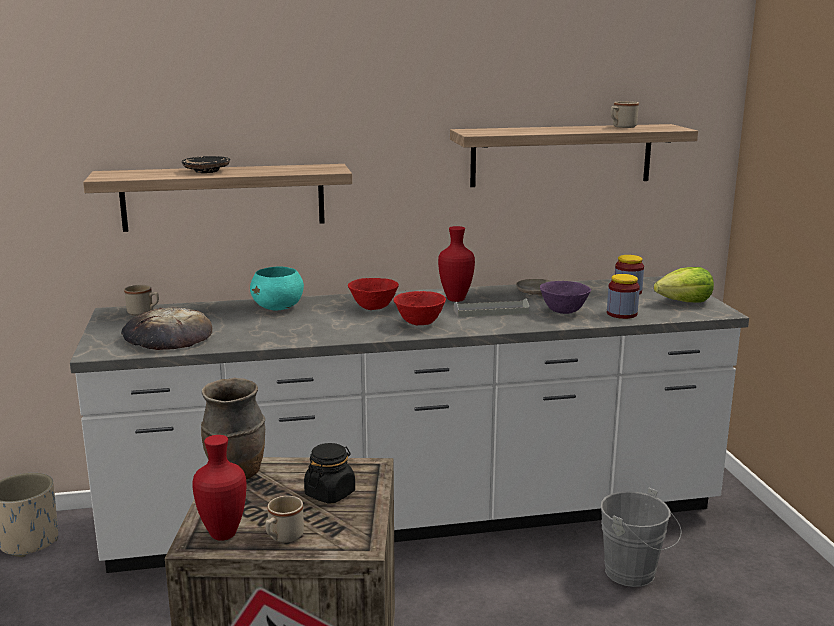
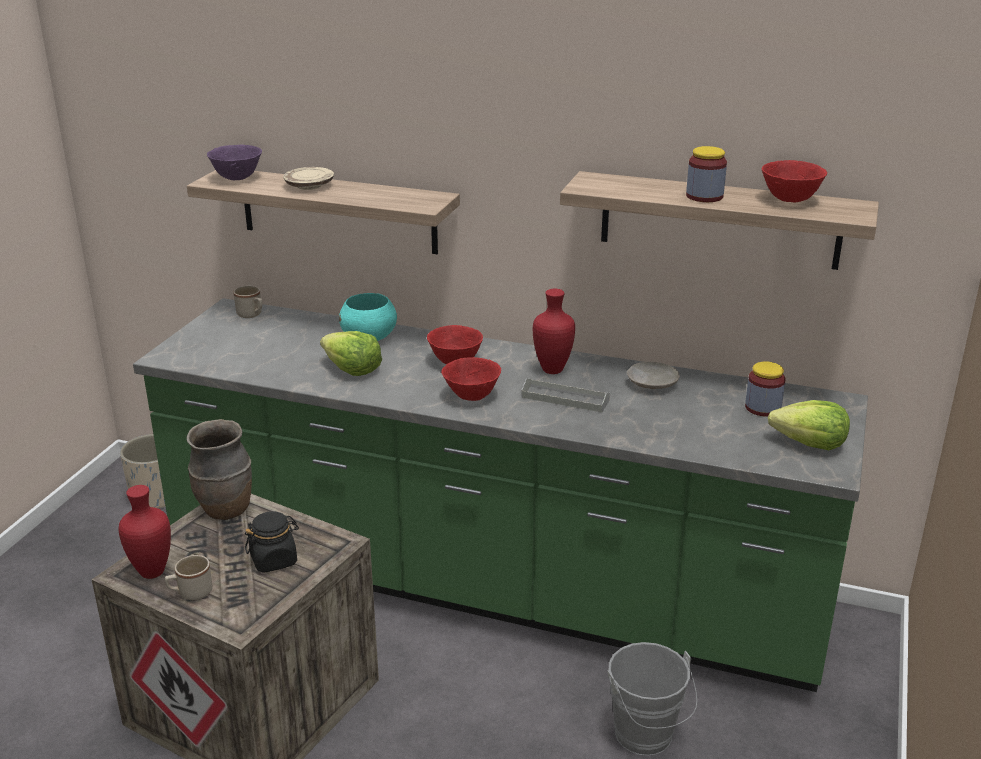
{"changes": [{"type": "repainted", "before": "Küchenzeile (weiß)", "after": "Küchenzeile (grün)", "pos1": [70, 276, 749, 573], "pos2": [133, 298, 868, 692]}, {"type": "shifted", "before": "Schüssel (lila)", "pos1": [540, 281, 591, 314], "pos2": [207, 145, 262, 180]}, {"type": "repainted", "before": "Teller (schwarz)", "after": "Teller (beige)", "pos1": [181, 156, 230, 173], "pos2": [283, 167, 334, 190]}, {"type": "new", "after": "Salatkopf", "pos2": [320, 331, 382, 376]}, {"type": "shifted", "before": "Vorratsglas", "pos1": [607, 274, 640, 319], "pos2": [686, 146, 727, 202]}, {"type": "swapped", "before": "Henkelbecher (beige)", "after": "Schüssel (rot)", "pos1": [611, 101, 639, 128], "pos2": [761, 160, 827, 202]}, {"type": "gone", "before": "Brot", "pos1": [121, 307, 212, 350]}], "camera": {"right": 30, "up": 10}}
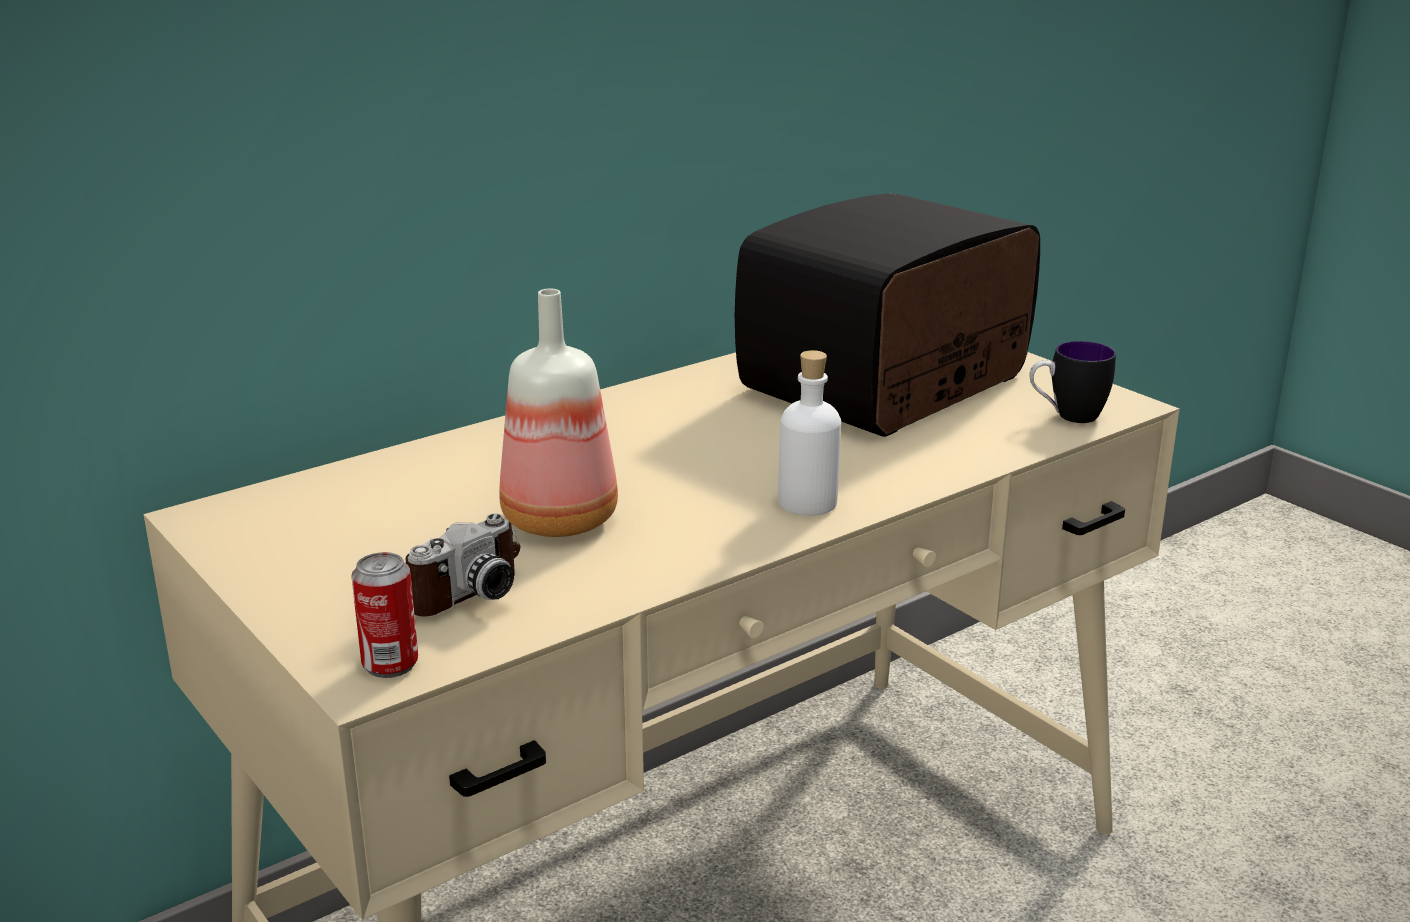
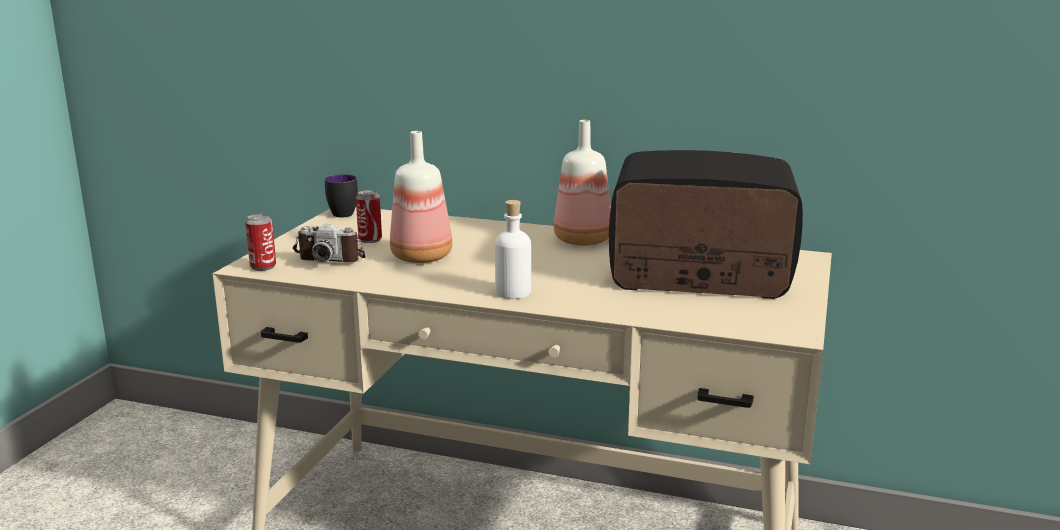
{"changes": [{"type": "shifted", "before": "Henkelbecher", "pos1": [1029, 341, 1116, 423], "pos2": [325, 175, 358, 218]}, {"type": "new", "after": "Dose", "pos2": [356, 190, 382, 243]}, {"type": "new", "after": "Flasche", "pos2": [554, 120, 611, 246]}], "camera": {"right": 55, "up": -5}}
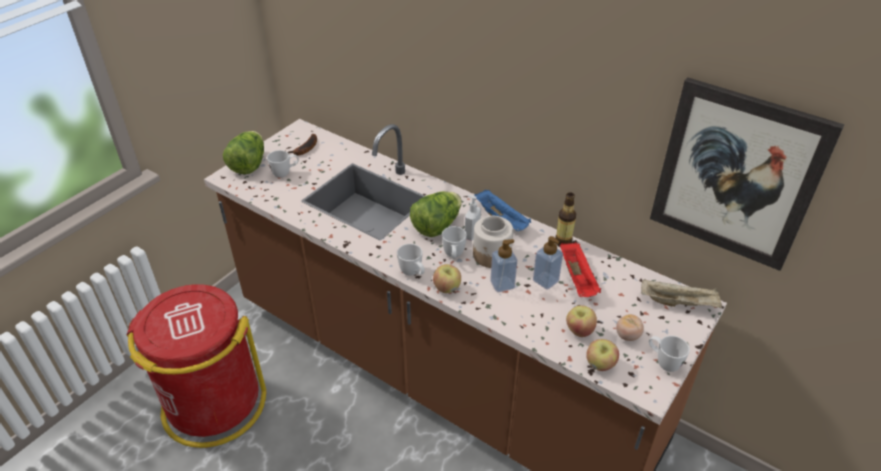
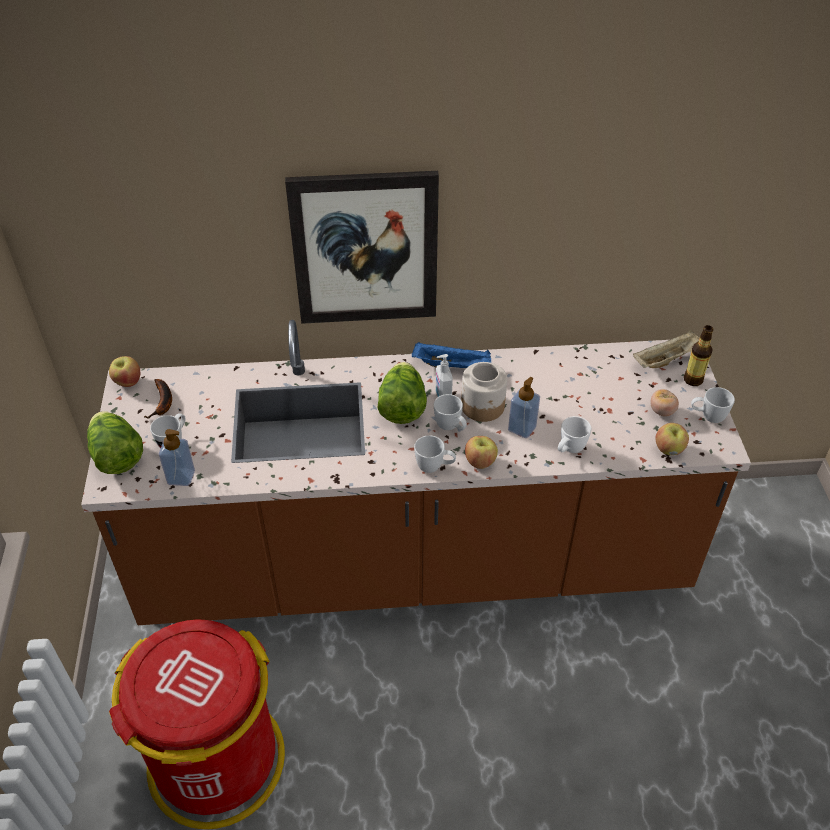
{"changes": [{"type": "shifted", "before": "Apfel", "pos1": [566, 305, 597, 337], "pos2": [109, 356, 140, 387]}, {"type": "shifted", "before": "Seifenspender", "pos1": [533, 236, 563, 290], "pos2": [159, 429, 195, 486]}, {"type": "shifted", "before": "Bild", "pos1": [650, 77, 845, 271], "pos2": [285, 171, 439, 324]}, {"type": "new", "after": "Henkelbecher (weiß)", "pos2": [558, 416, 591, 453]}, {"type": "shifted", "before": "Flasche", "pos1": [555, 192, 576, 247], "pos2": [684, 325, 713, 386]}, {"type": "gone", "before": "Tablett (rot)", "pos1": [560, 242, 601, 297]}], "camera": {"right": -40, "up": 5}}
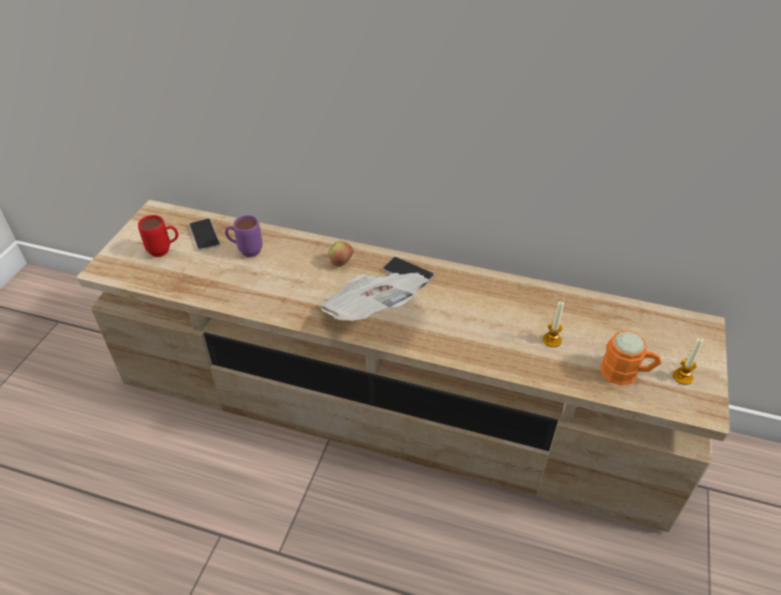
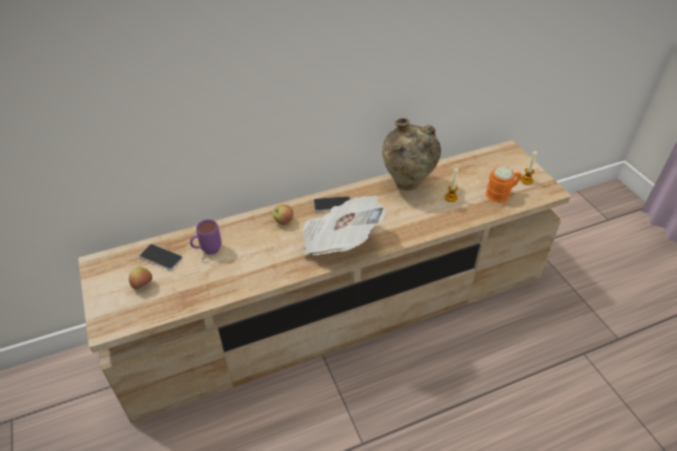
{"changes": [{"type": "swapped", "before": "Henkelbecher (rot)", "after": "Apfel", "pos1": [138, 215, 178, 257], "pos2": [129, 267, 152, 289]}, {"type": "new", "after": "Vase (beige)", "pos2": [382, 118, 441, 191]}], "camera": {"right": -40, "up": 0}}
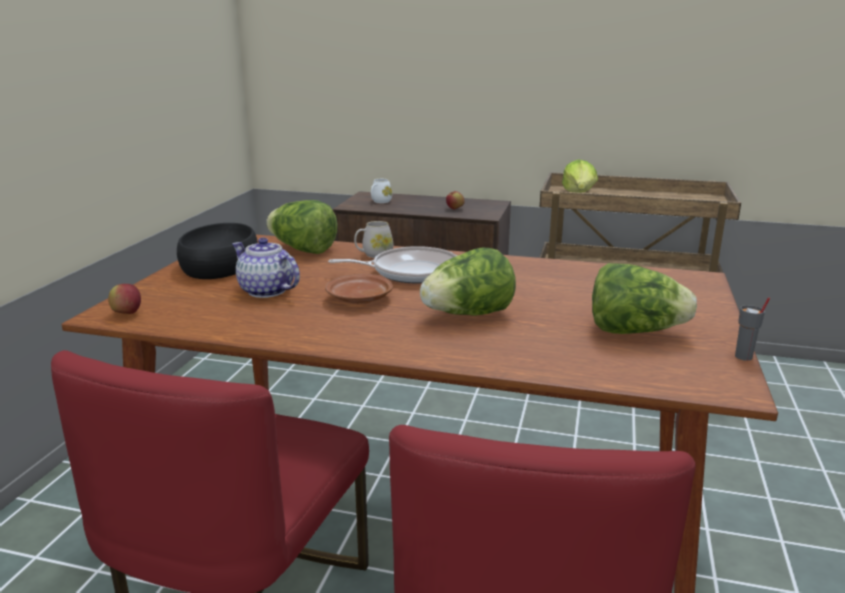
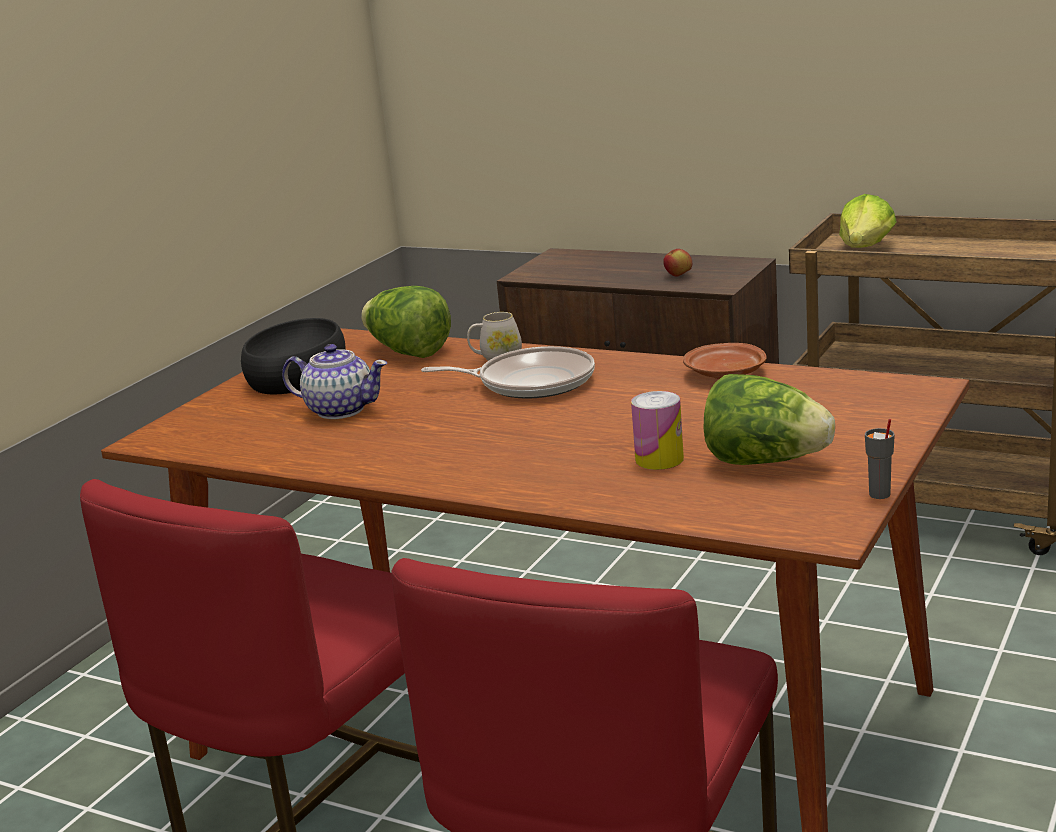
{"changes": [{"type": "rotated", "before": "Teekanne", "pos1": [232, 238, 300, 298], "pos2": [282, 344, 387, 419], "turn": 150}, {"type": "new", "after": "Dose", "pos2": [631, 391, 684, 470]}, {"type": "shifted", "before": "Teller (braun)", "pos1": [325, 274, 393, 304], "pos2": [683, 343, 767, 379]}, {"type": "gone", "before": "Apfel", "pos1": [108, 284, 141, 314]}, {"type": "gone", "before": "Henkelbecher (weiß)", "pos1": [371, 178, 392, 203]}, {"type": "gone", "before": "Salatkopf", "pos1": [420, 248, 516, 316]}], "camera": {"right": 15, "up": 0}}
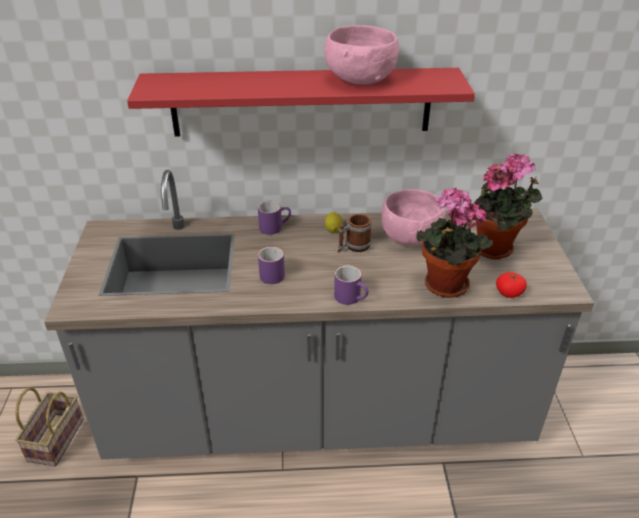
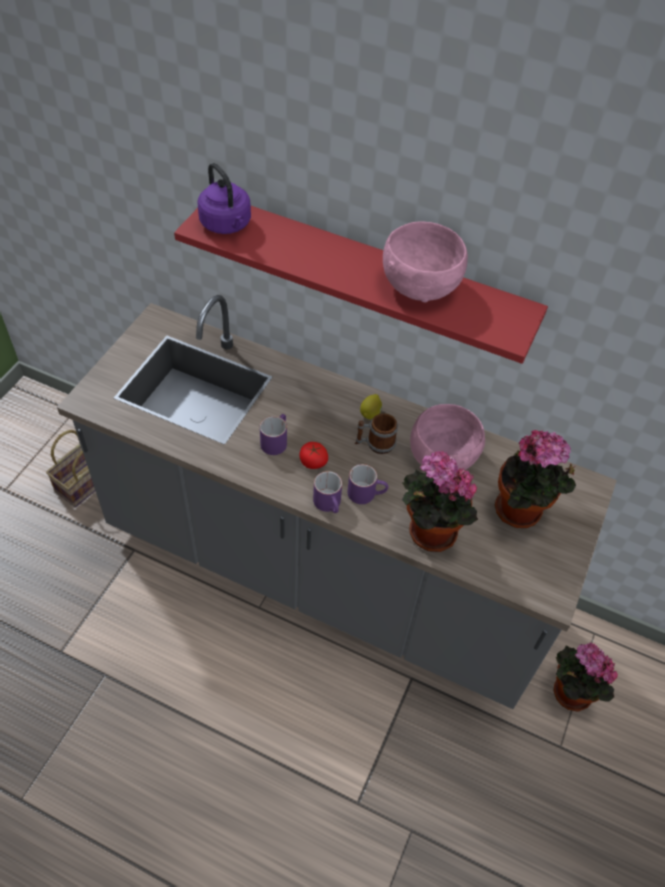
{"changes": [{"type": "new", "after": "Wasserkessel (lila)", "pos2": [197, 163, 251, 234]}, {"type": "shifted", "before": "Tomate", "pos1": [496, 272, 527, 298], "pos2": [299, 442, 328, 469]}, {"type": "shifted", "before": "Henkelbecher (lila)", "pos1": [258, 201, 291, 235], "pos2": [348, 464, 388, 504]}, {"type": "new", "after": "Topfpflanze", "pos2": [553, 642, 618, 712]}], "camera": {"right": 25, "up": 15}}
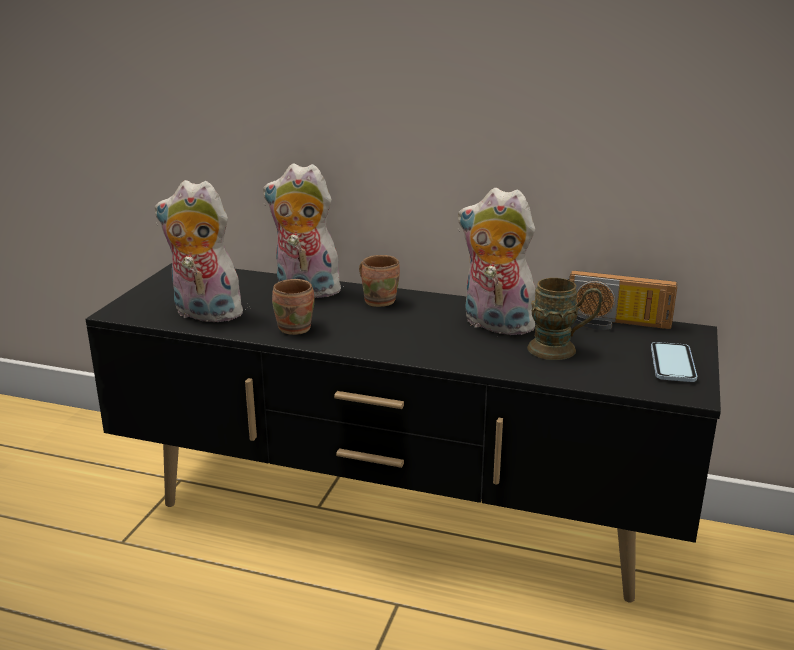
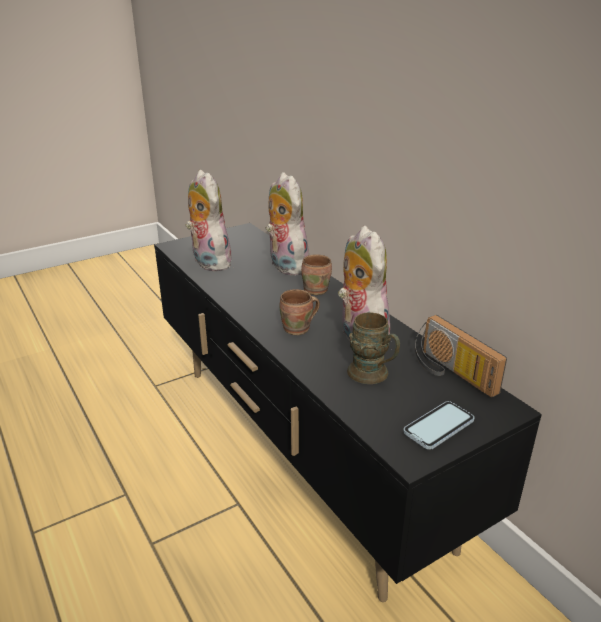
{"changes": [{"type": "shifted", "before": "Henkelbecher (braun)", "pos1": [272, 279, 315, 335], "pos2": [279, 289, 320, 335]}], "camera": {"right": 40, "up": 5}}
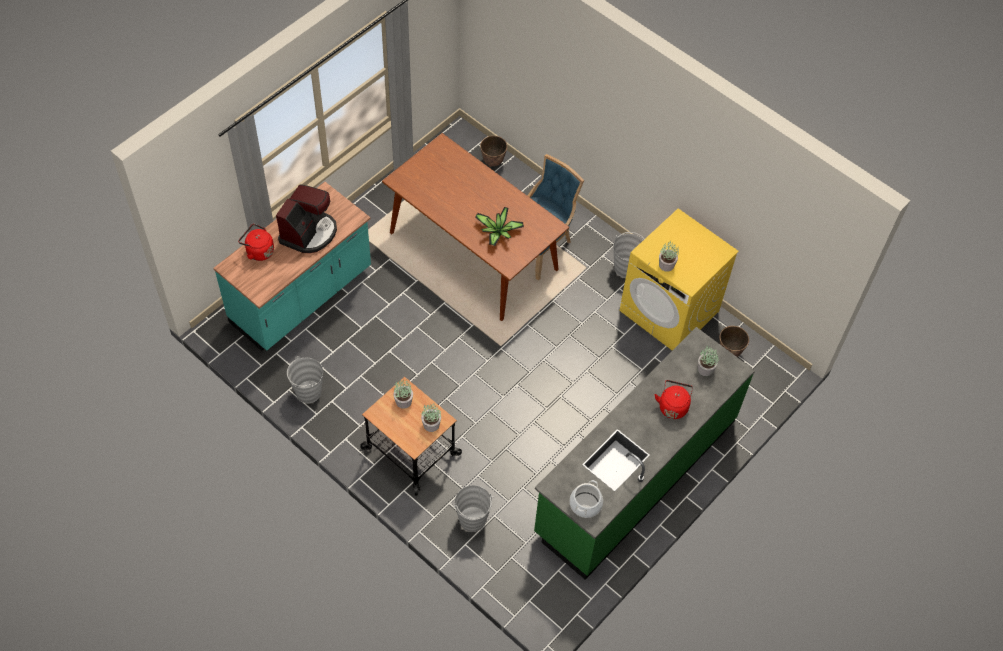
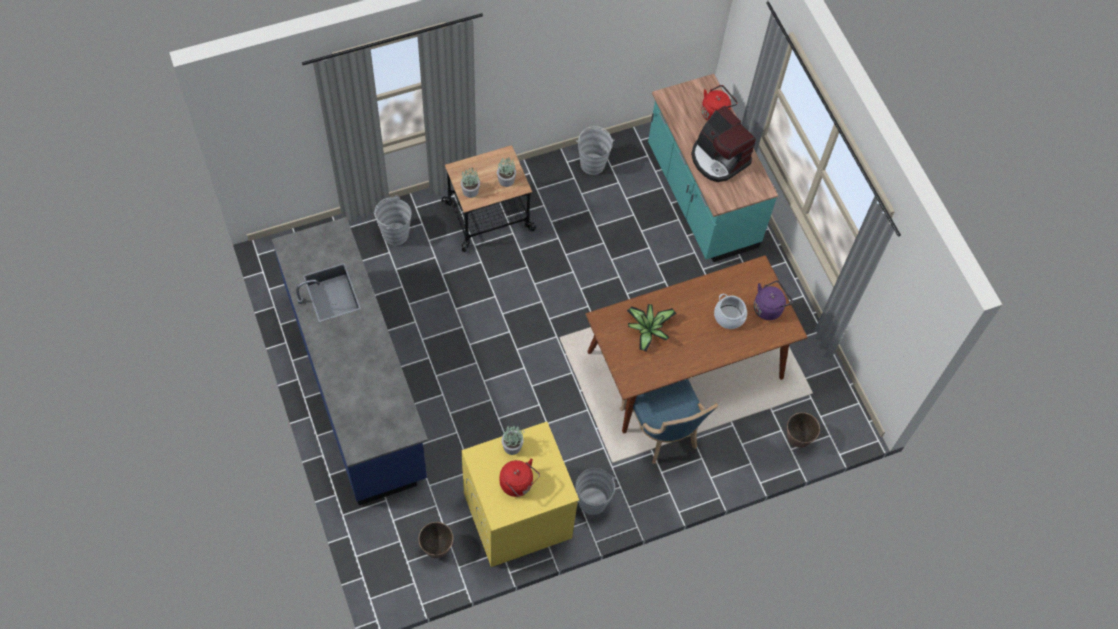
{"changes": [{"type": "repainted", "before": "Küchenzeile (grün)", "after": "Küchenzeile (blau)", "pos1": [534, 327, 755, 580], "pos2": [272, 217, 428, 505]}, {"type": "shifted", "before": "Wasserkessel (rot)", "pos1": [655, 380, 693, 419], "pos2": [500, 458, 540, 497]}, {"type": "shifted", "before": "Kochtopf", "pos1": [570, 480, 603, 518], "pos2": [714, 293, 747, 329]}, {"type": "new", "after": "Wasserkessel (lila)", "pos2": [754, 280, 793, 320]}, {"type": "gone", "before": "Topfpflanze", "pos1": [698, 346, 719, 376]}], "camera": {"right": 115, "up": 5}}
